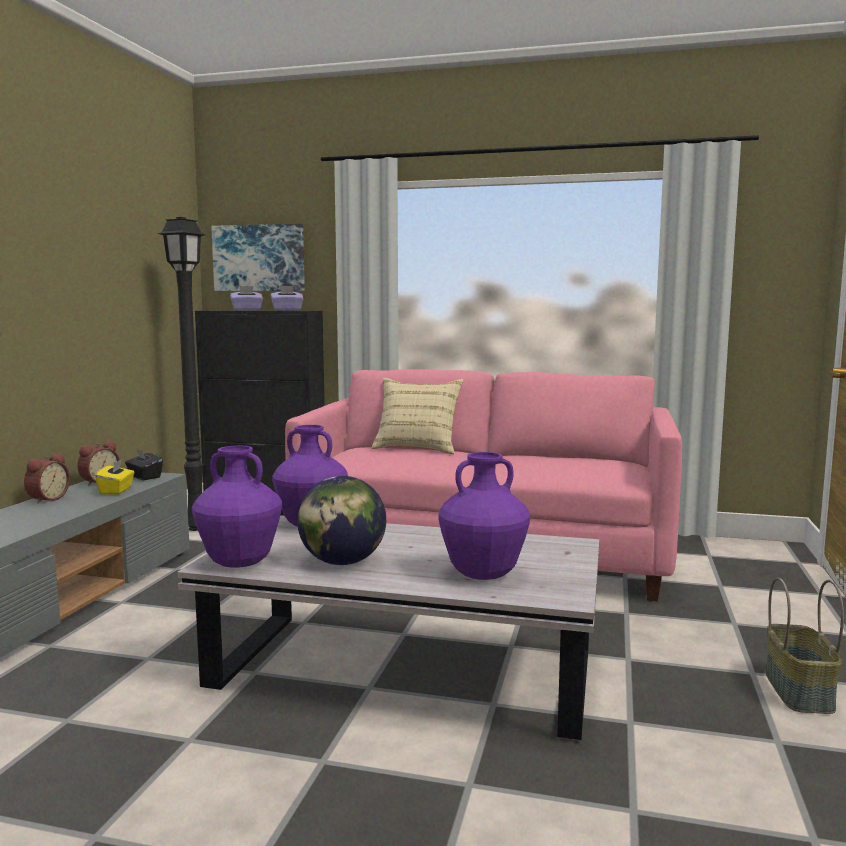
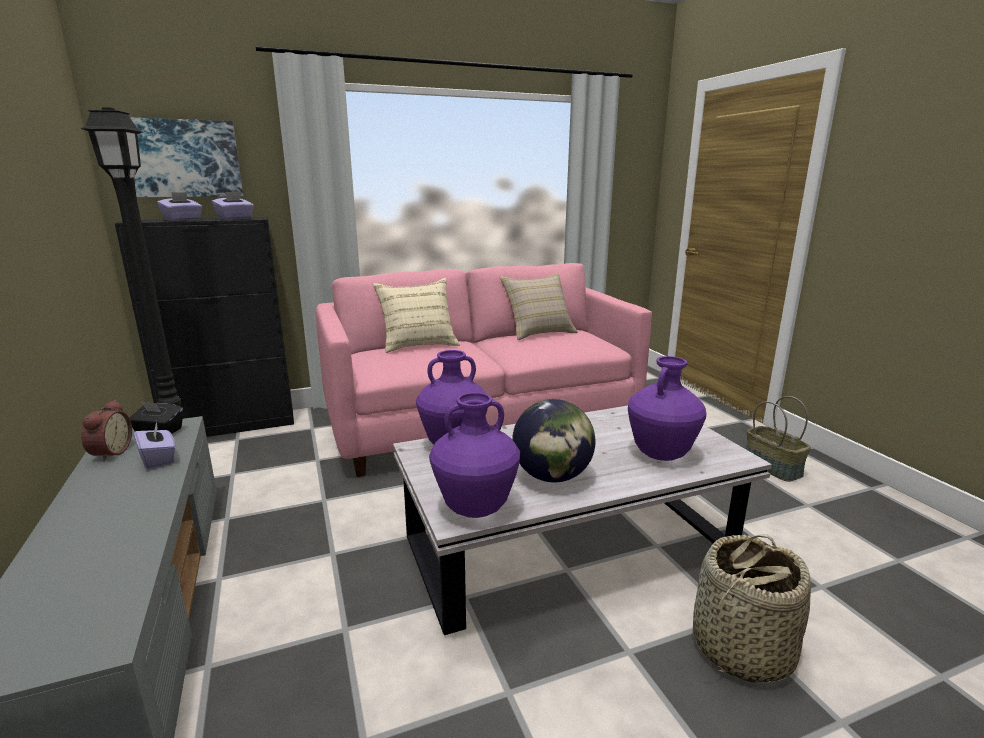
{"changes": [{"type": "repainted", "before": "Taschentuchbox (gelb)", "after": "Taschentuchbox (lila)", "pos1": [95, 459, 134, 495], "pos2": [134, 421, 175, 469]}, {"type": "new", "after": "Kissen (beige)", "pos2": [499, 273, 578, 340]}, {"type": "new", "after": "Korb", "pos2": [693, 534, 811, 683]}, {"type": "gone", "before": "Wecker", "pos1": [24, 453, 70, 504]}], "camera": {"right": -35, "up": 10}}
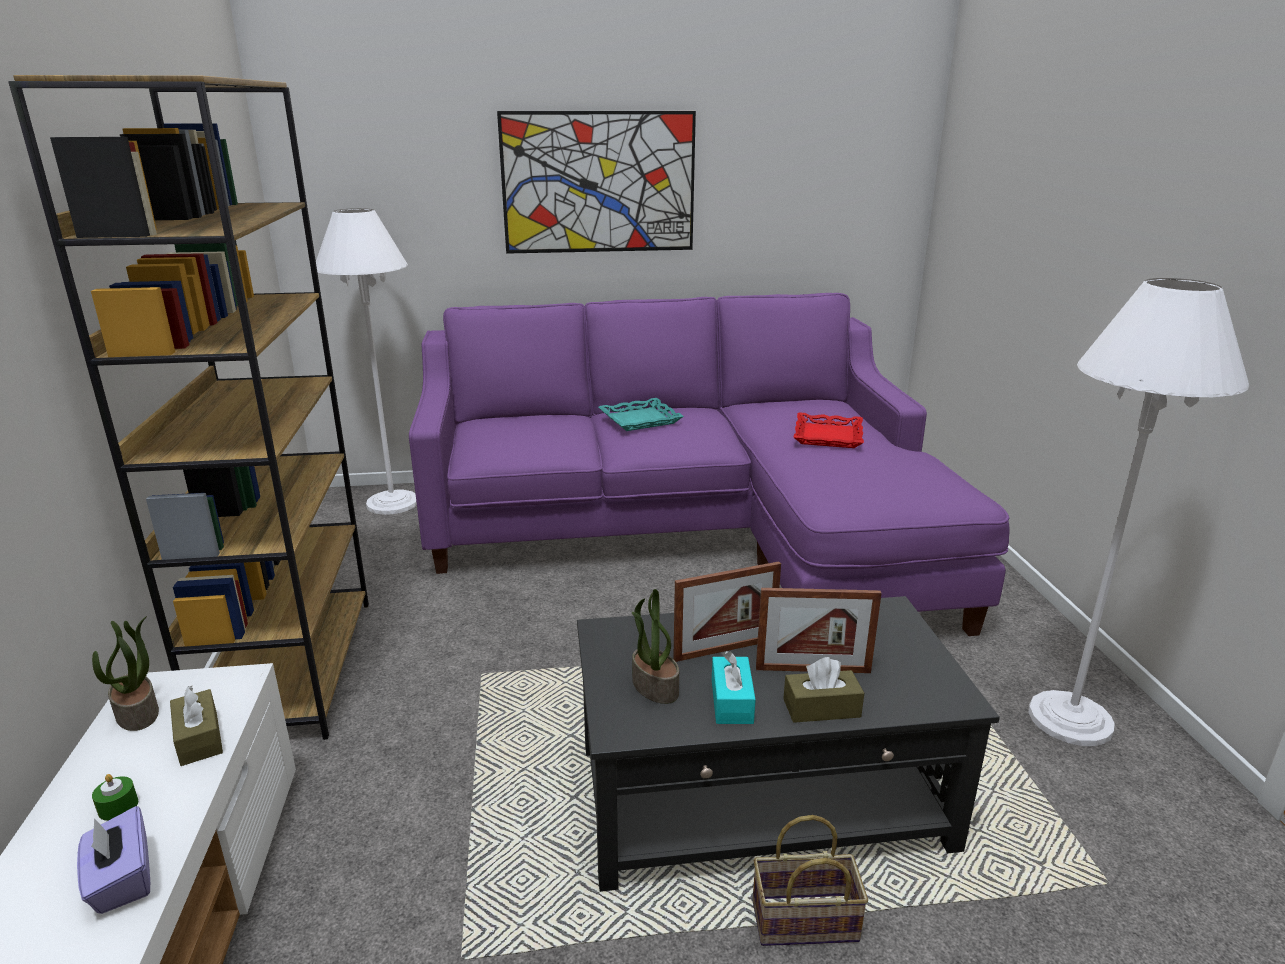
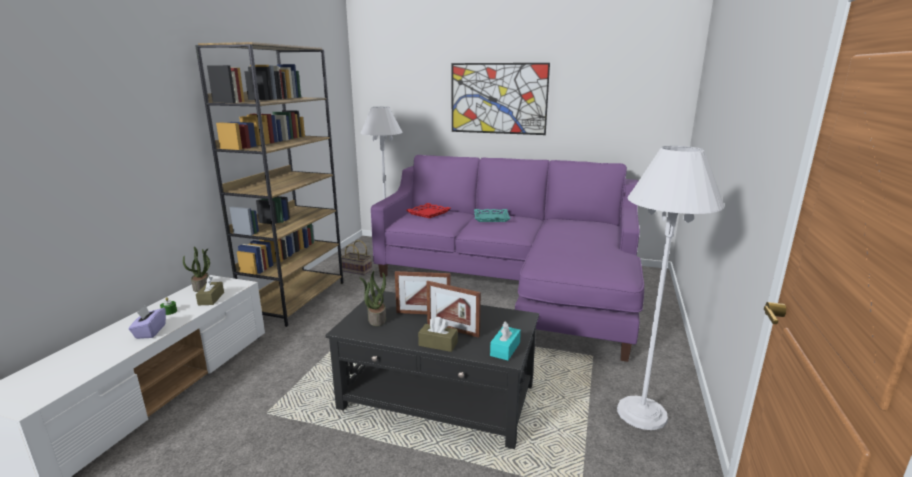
{"changes": [{"type": "shifted", "before": "Korb", "pos1": [752, 815, 868, 946], "pos2": [341, 240, 372, 275]}, {"type": "shifted", "before": "Tablett (rot)", "pos1": [794, 412, 864, 448], "pos2": [406, 203, 451, 218]}, {"type": "shifted", "before": "Taschentuchbox (türkis)", "pos1": [712, 651, 756, 724], "pos2": [490, 322, 521, 361]}], "camera": {"right": 25, "up": -5}}
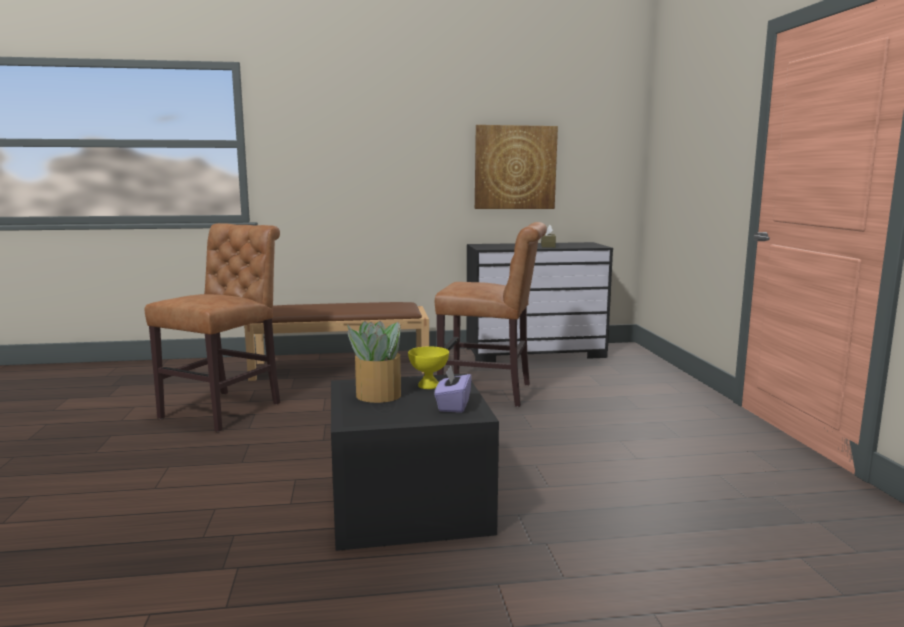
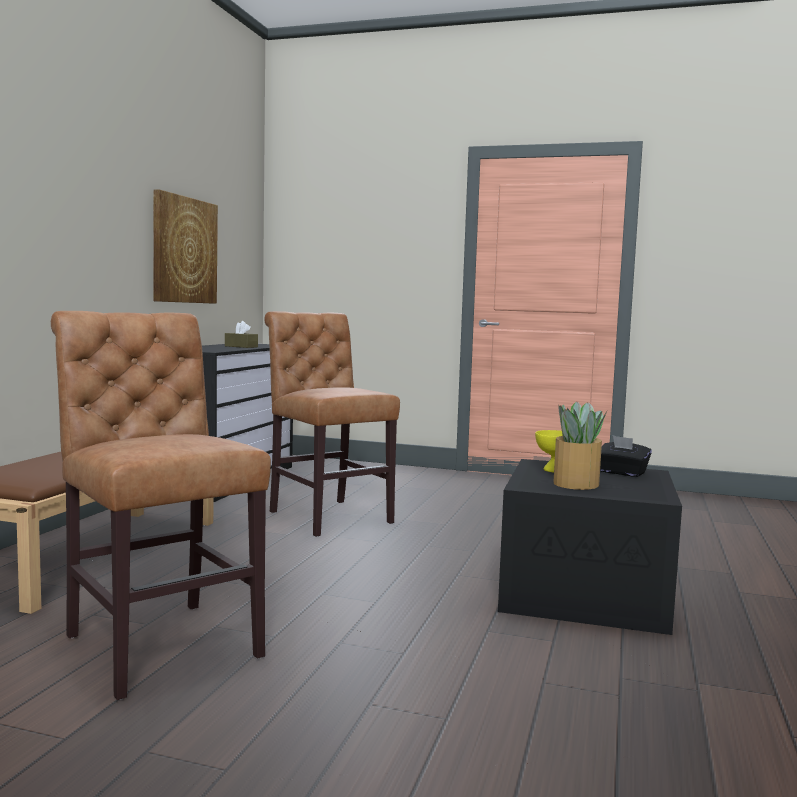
{"changes": [{"type": "rotated", "before": "Stuhl (braun)", "pos1": [435, 222, 547, 407], "pos2": [264, 311, 400, 537], "turn": -75}, {"type": "repainted", "before": "Taschentuchbox (lila)", "after": "Taschentuchbox (schwarz)", "pos1": [434, 366, 472, 413], "pos2": [600, 435, 652, 477]}], "camera": {"right": -65, "up": -5}}
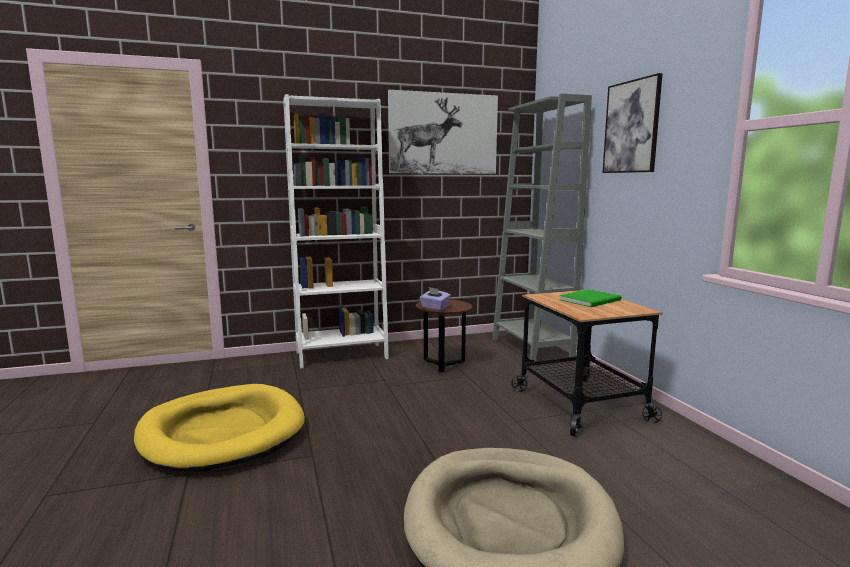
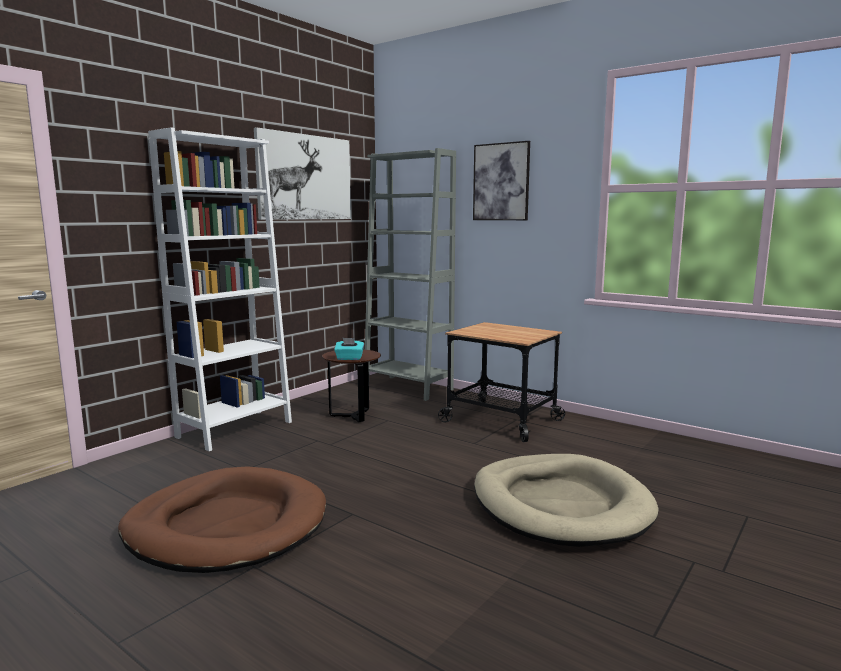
{"changes": [{"type": "repainted", "before": "Hundebett (gelb)", "after": "Hundebett (braun)", "pos1": [134, 384, 305, 472], "pos2": [118, 466, 326, 573]}, {"type": "repainted", "before": "Taschentuchbox (lila)", "after": "Taschentuchbox (türkis)", "pos1": [420, 287, 451, 311], "pos2": [334, 338, 364, 360]}, {"type": "gone", "before": "Buch (grün)", "pos1": [559, 289, 621, 307]}], "camera": {"right": -35, "up": 0}}
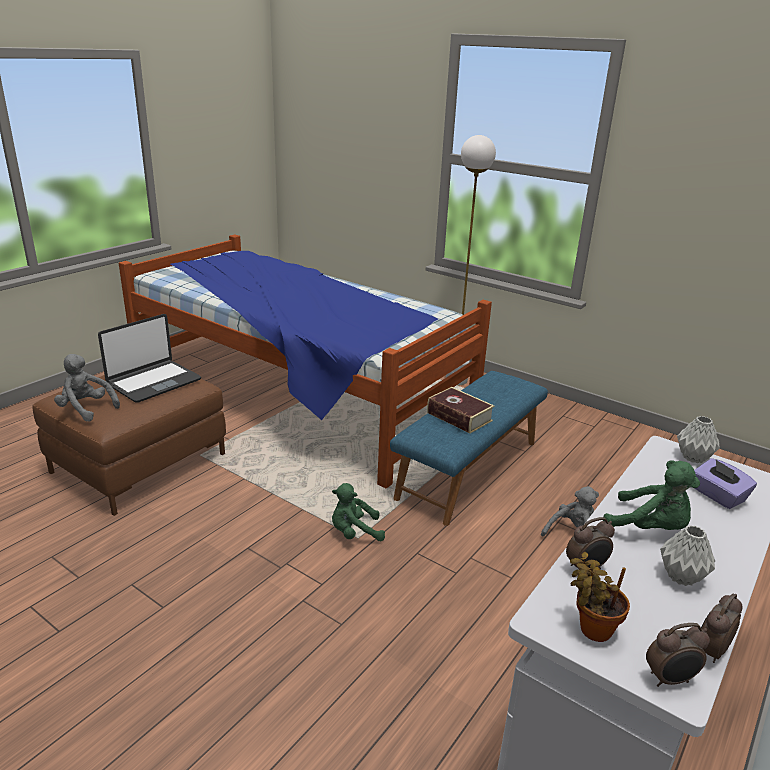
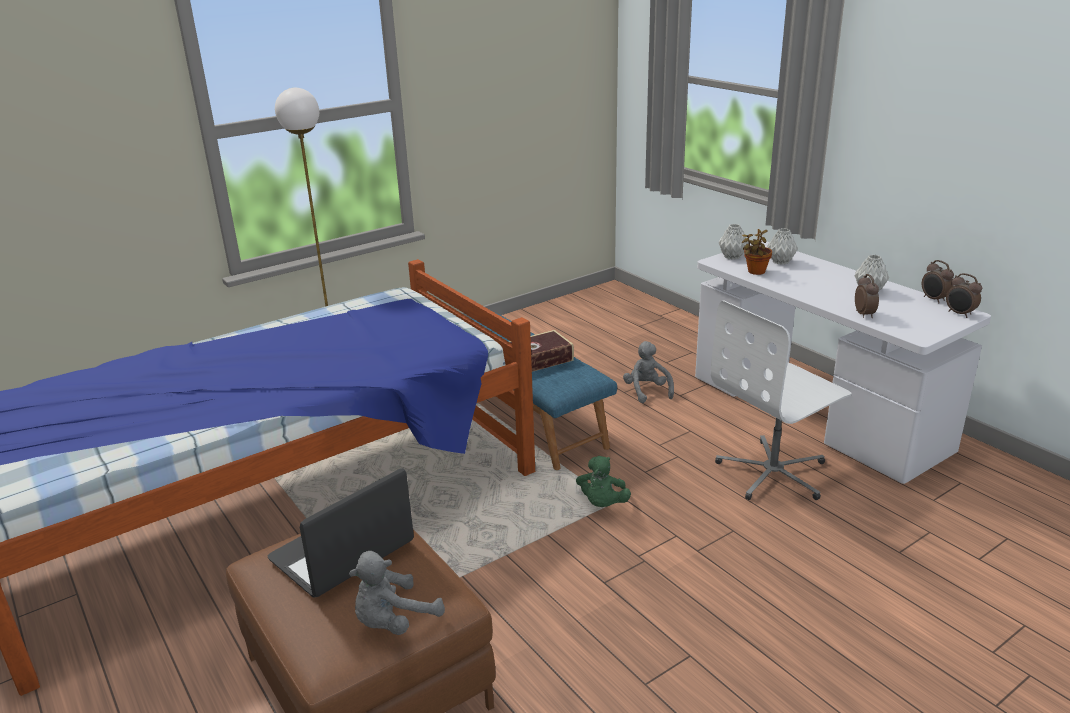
{"changes": [{"type": "rotated", "before": "Laptop", "pos1": [98, 314, 201, 402], "pos2": [267, 468, 414, 598], "turn": -105}, {"type": "new", "after": "Bürostuhl (weiß)", "pos2": [711, 300, 852, 500]}, {"type": "shifted", "before": "Topfpflanze", "pos1": [570, 552, 630, 642], "pos2": [742, 229, 772, 275]}, {"type": "swapped", "before": "Taschentuchbox (lila)", "after": "Vase (grau)", "pos1": [694, 458, 757, 509], "pos2": [767, 228, 798, 265]}, {"type": "rotated", "before": "Wecker", "pos1": [646, 623, 710, 687], "pos2": [946, 273, 982, 318], "turn": 135}, {"type": "gone", "before": "Plüschtier (grün)", "pos1": [603, 460, 700, 530]}], "camera": {"right": -70, "up": 0}}
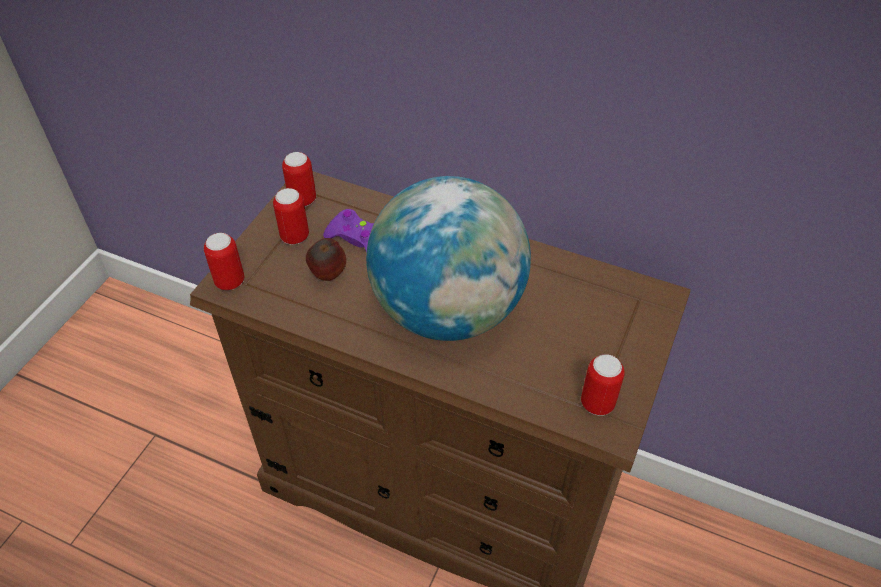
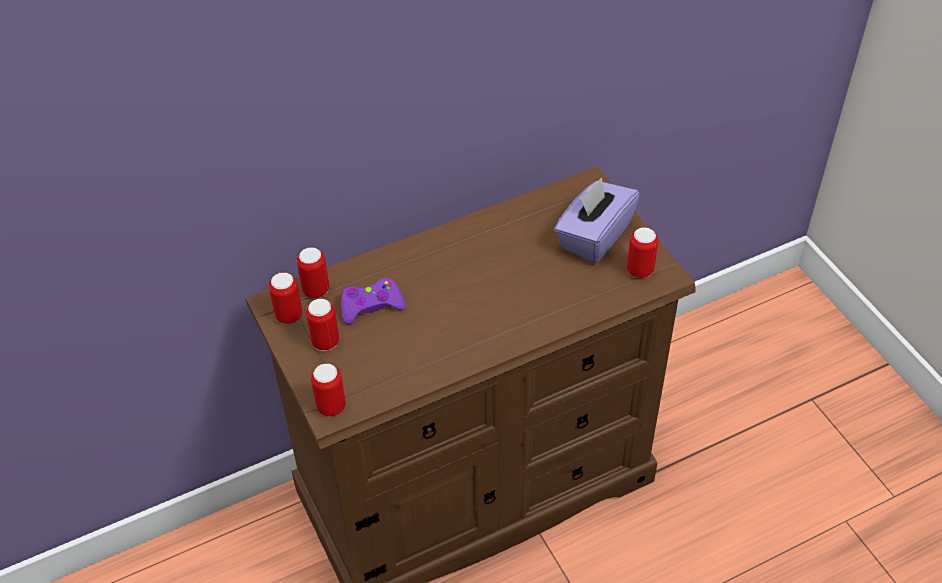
{"changes": [{"type": "new", "after": "Dose", "pos2": [297, 247, 329, 298]}, {"type": "new", "after": "Taschentuchbox (lila)", "pos2": [554, 177, 640, 264]}, {"type": "gone", "before": "Apfel", "pos1": [306, 238, 346, 281]}, {"type": "gone", "before": "Globus", "pos1": [366, 176, 531, 341]}], "camera": {"right": -50, "up": 0}}
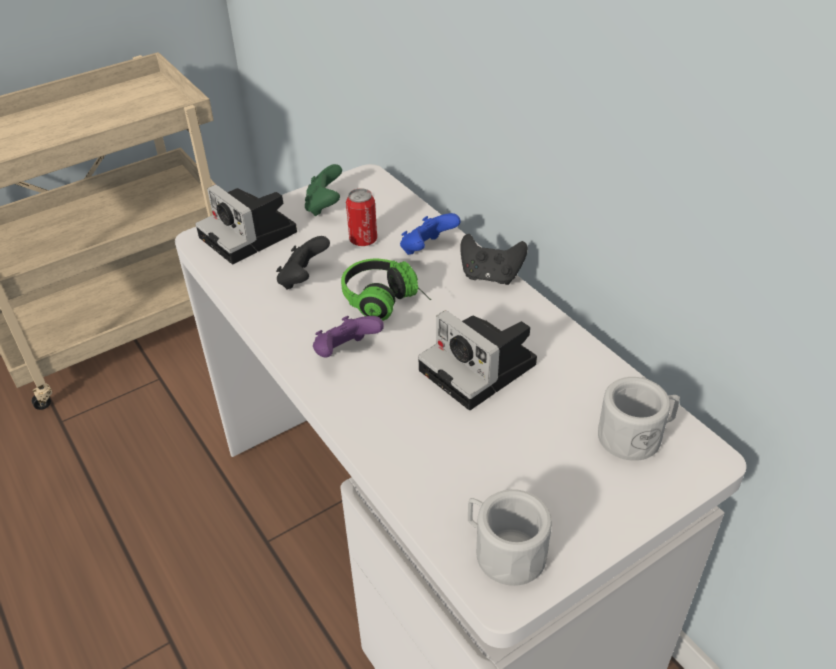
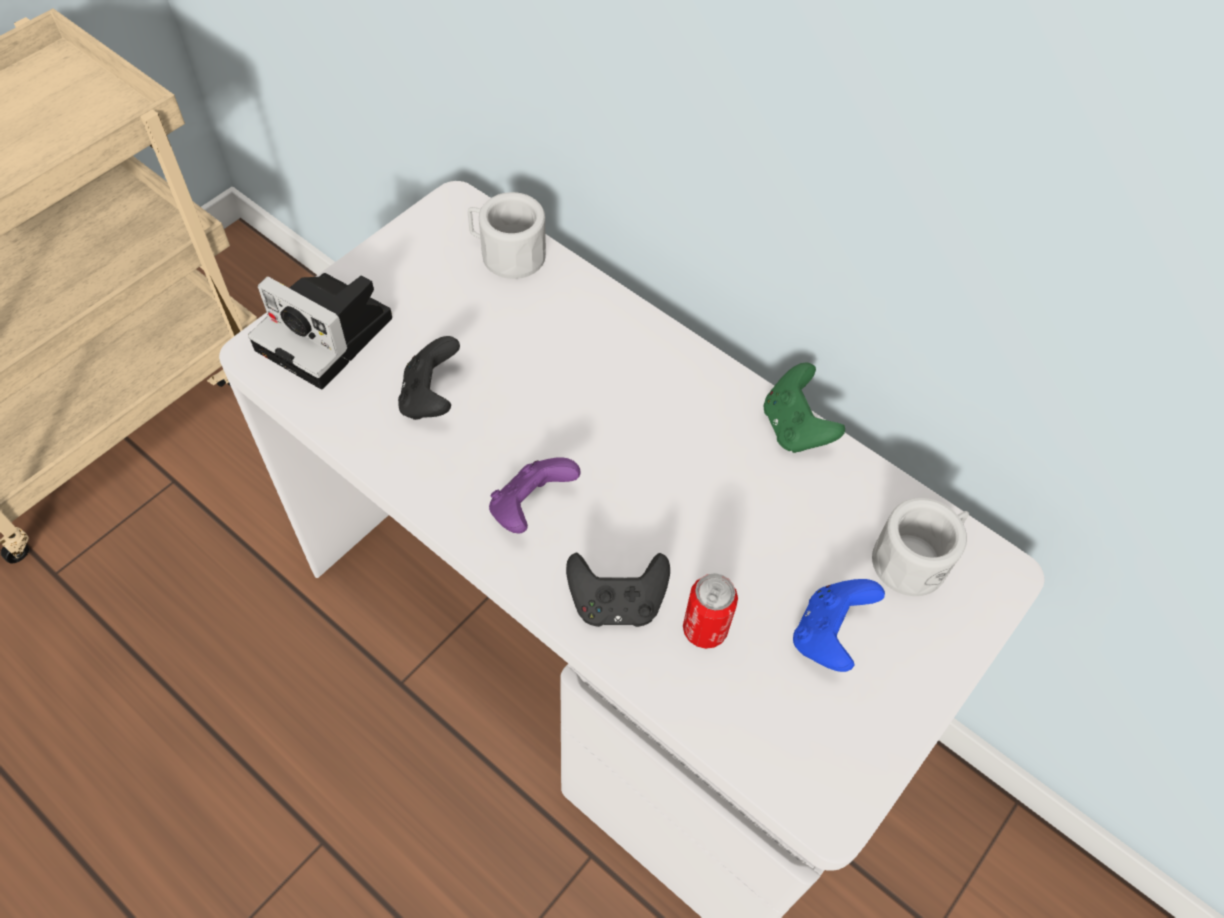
{"changes": [{"type": "shifted", "before": "Henkelbecher (weiß)", "pos1": [468, 489, 552, 586], "pos2": [468, 192, 546, 279]}, {"type": "shifted", "before": "Gamepad (schwarz)", "pos1": [461, 234, 528, 285], "pos2": [566, 553, 670, 627]}, {"type": "shifted", "before": "Dose", "pos1": [346, 188, 377, 246], "pos2": [683, 573, 738, 649]}, {"type": "shifted", "before": "Gamepad (grün)", "pos1": [305, 164, 342, 216], "pos2": [764, 362, 845, 453]}, {"type": "shifted", "before": "Gamepad (blau)", "pos1": [400, 213, 461, 255], "pos2": [793, 579, 885, 672]}, {"type": "gone", "before": "Kopfhörer", "pos1": [341, 258, 431, 321]}, {"type": "gone", "before": "Kamera", "pos1": [418, 310, 537, 410]}], "camera": {"right": -20, "up": 15}}
